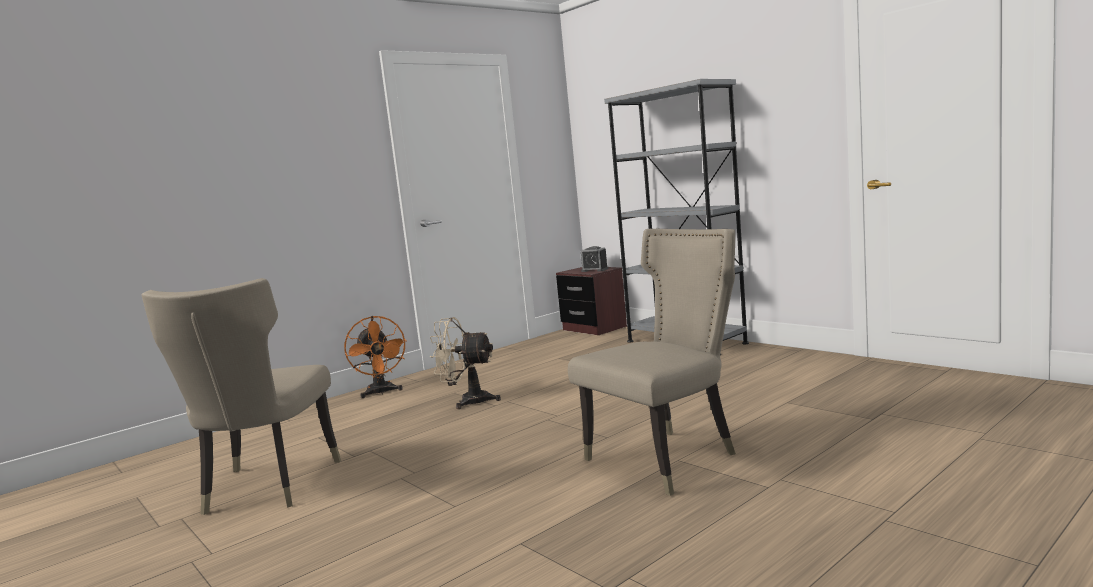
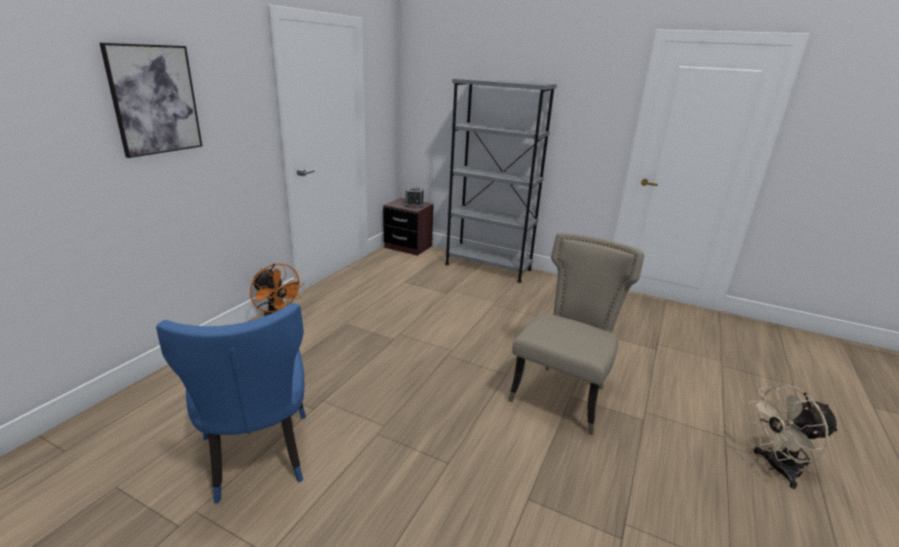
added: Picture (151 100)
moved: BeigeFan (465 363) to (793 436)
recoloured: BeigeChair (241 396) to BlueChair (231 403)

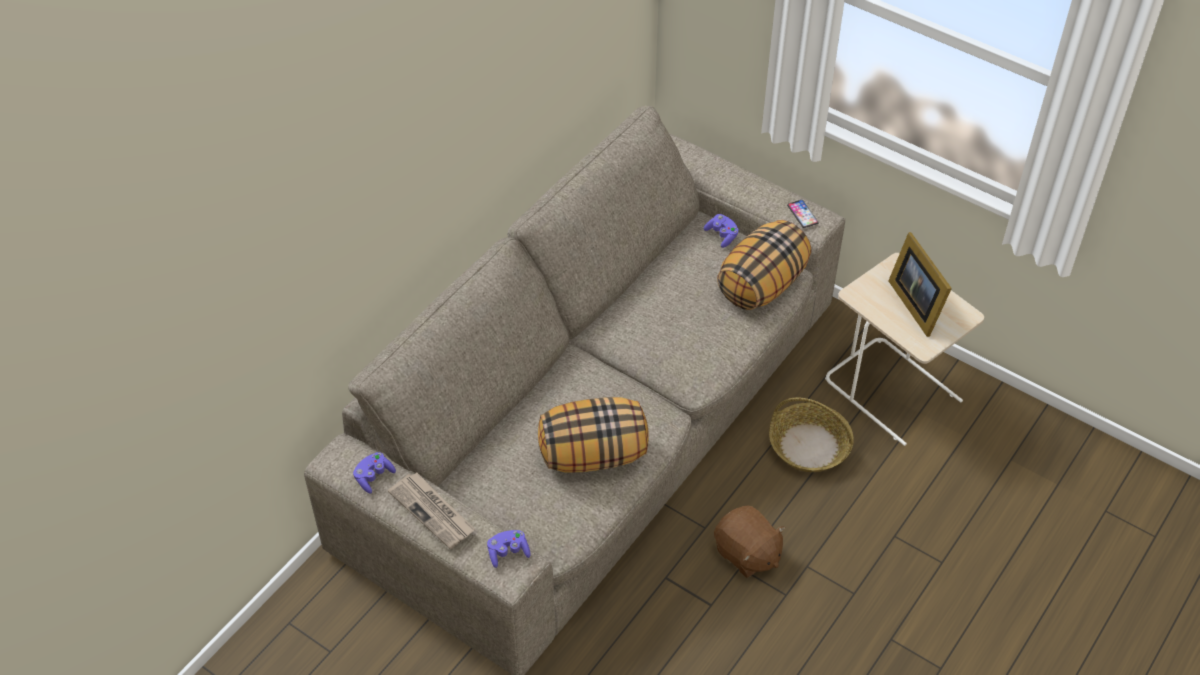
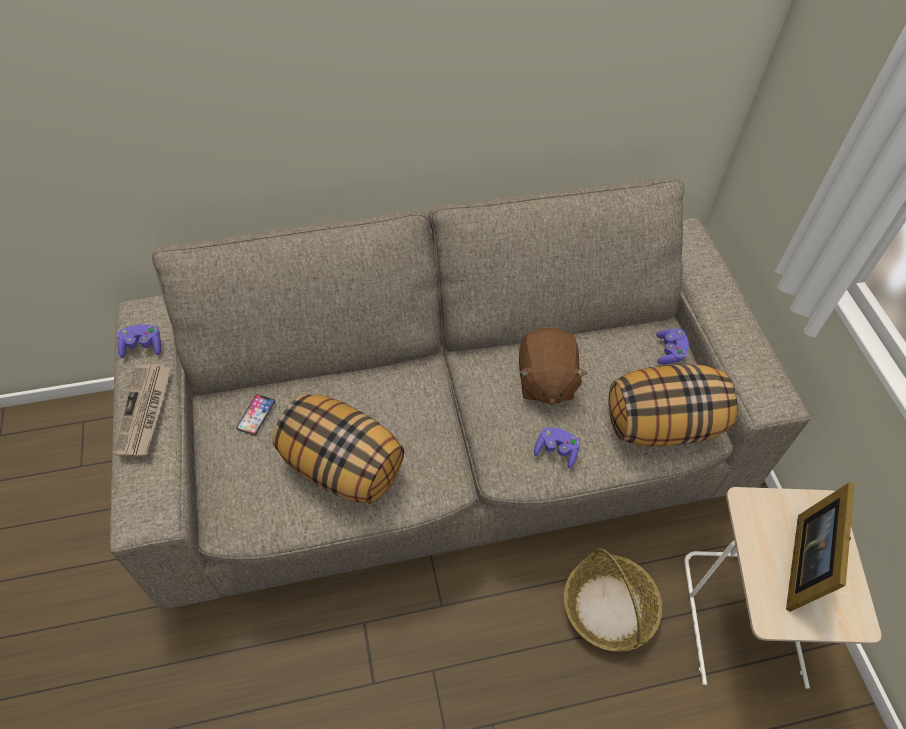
moved: PurpleGameController (508 549) to (557 448); BrownPlushToy (749 541) to (553 367); Phone (803 214) to (255 414)

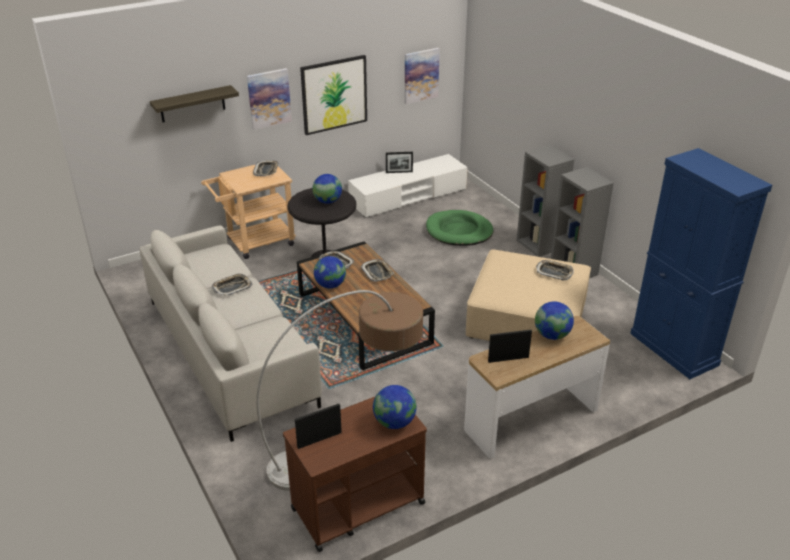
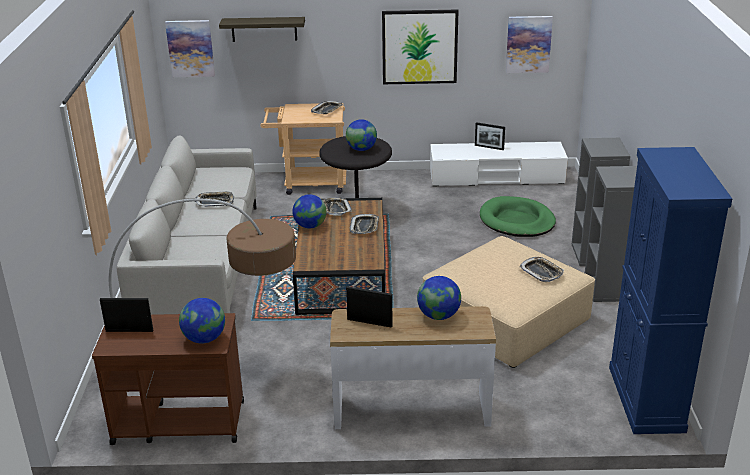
moved: Picture (269 99) to (190 48)

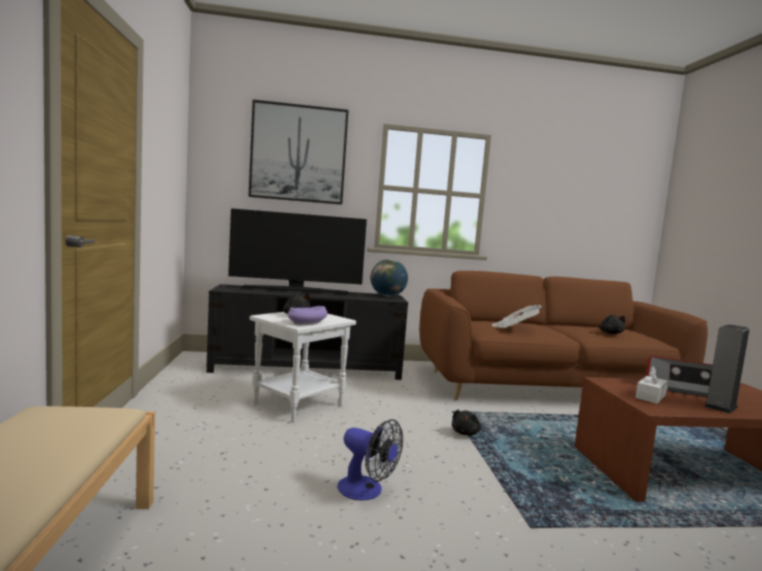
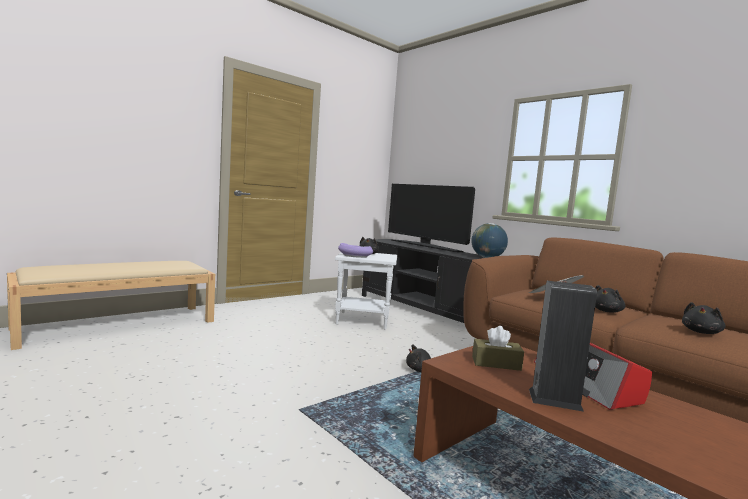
removed: Picture (298 152); Fan (370 459)
added: BlackPlushToy (610 298)
recoloured: WhiteTissueBox (651 385) to BrownTissueBox (498 348)

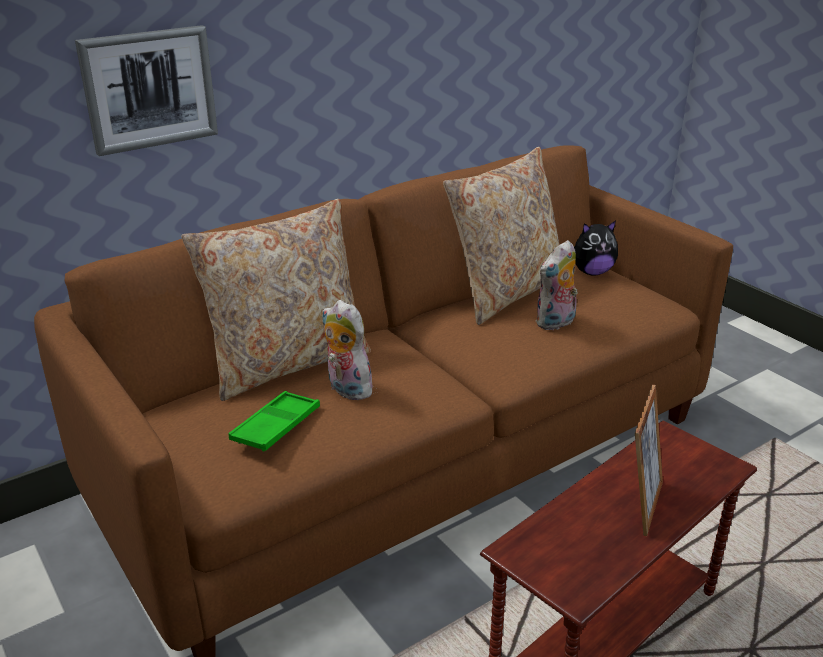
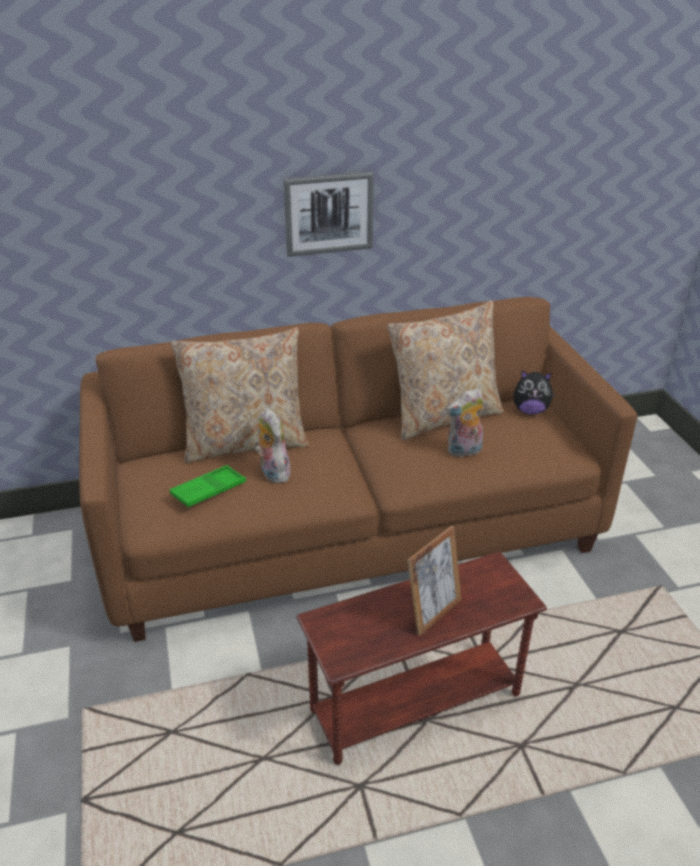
moved: Picture (146 90) to (328 214)

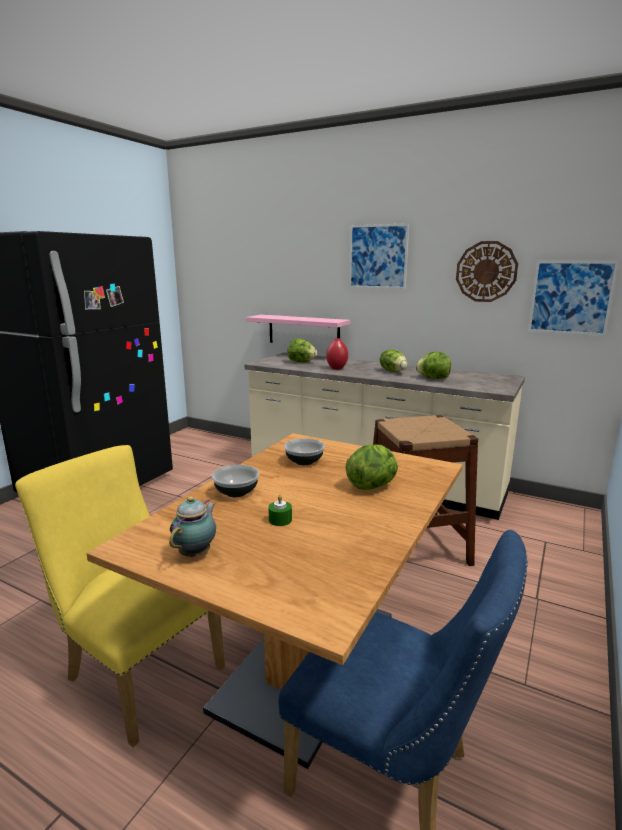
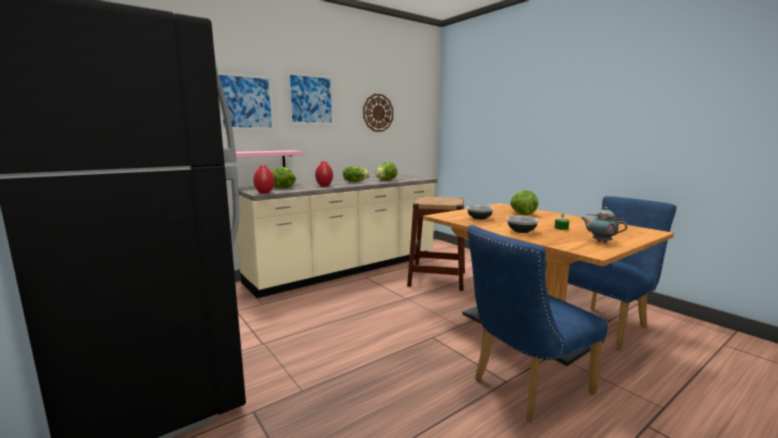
added: RedVase (264 179)
moved: Picture (573 298) to (246 101)
recoloured: YellowChair (120 596) to BlueChair (537 323)

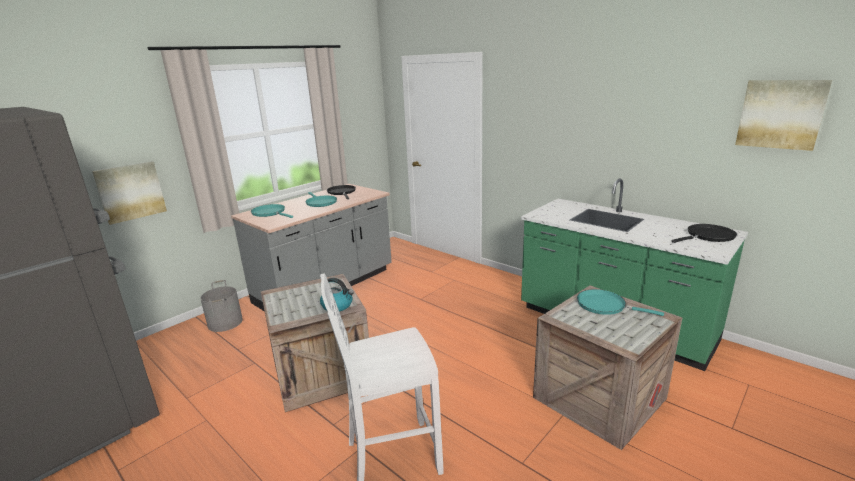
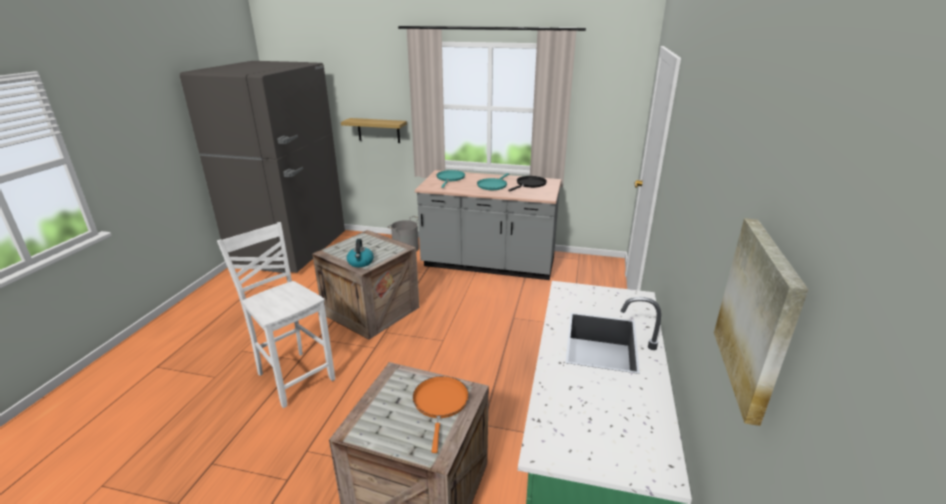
removed: BlackFryingPan (704 233)
replaced: Picture (129 193) to Shelf (374 130)
recoloured: TurquoiseFryingPan (620 302) to OrangeFryingPan (441 414)

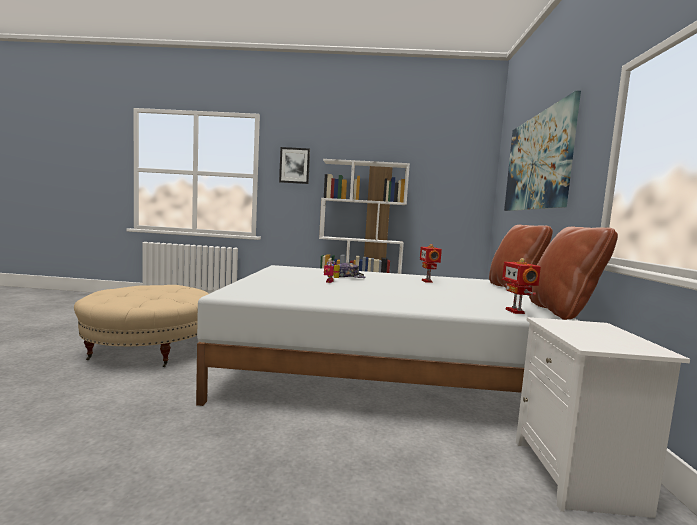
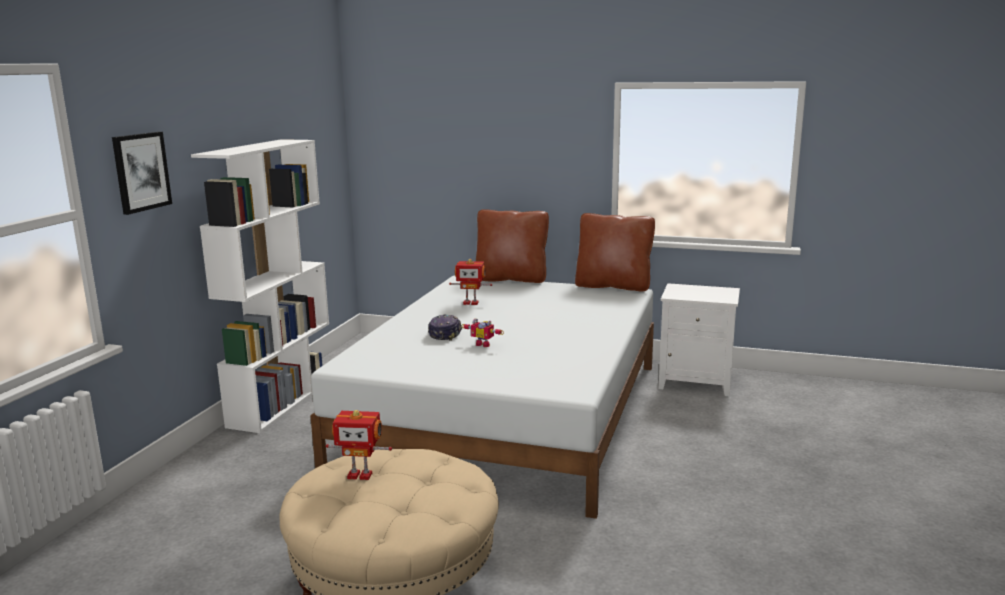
removed: Picture (542 151)
moved: ToyRobot (521 286) to (359 445)

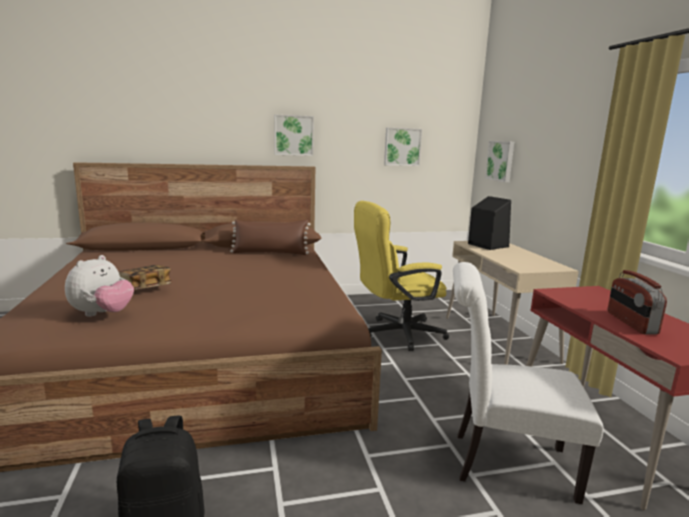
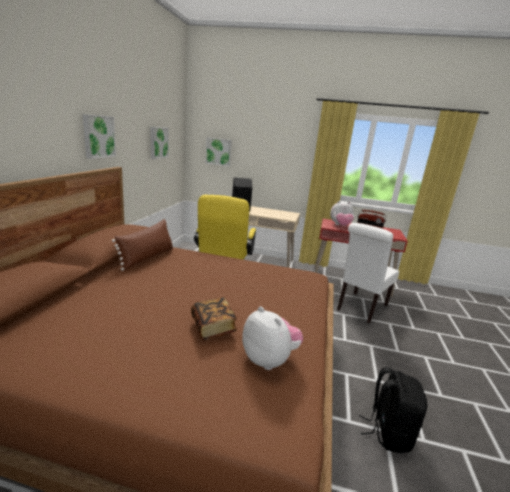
added: PlushToy (342 213)

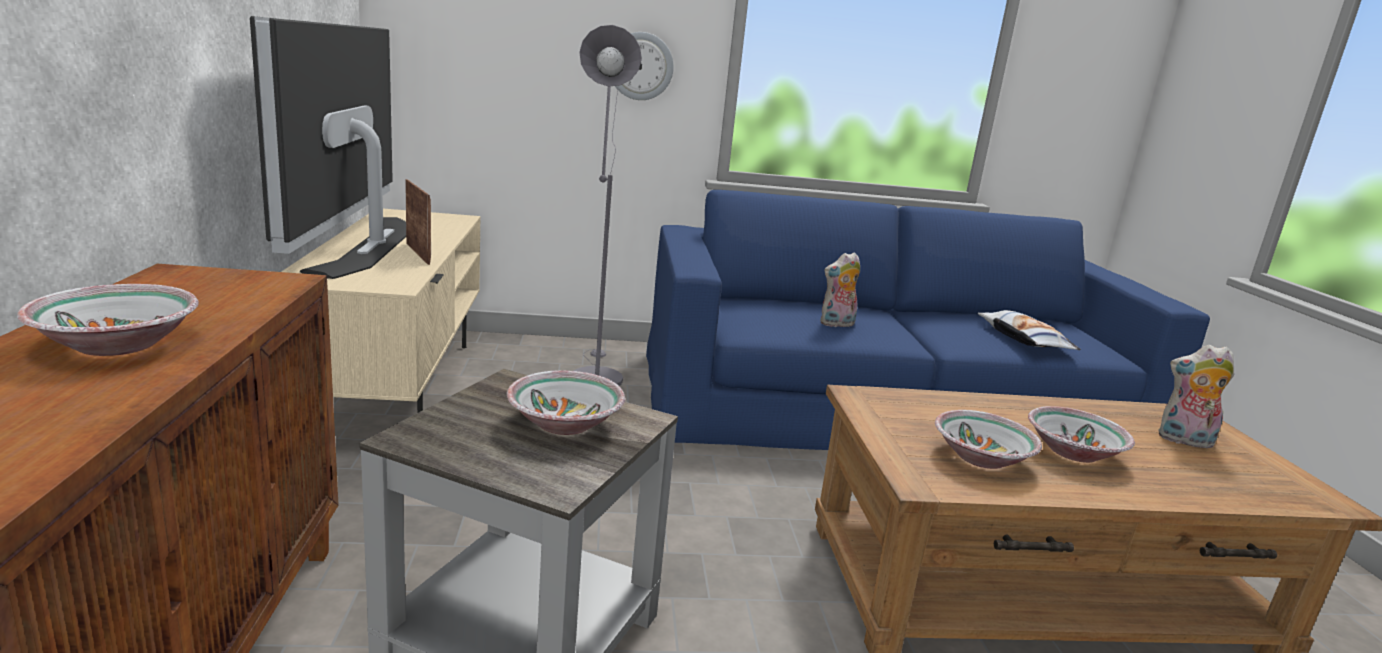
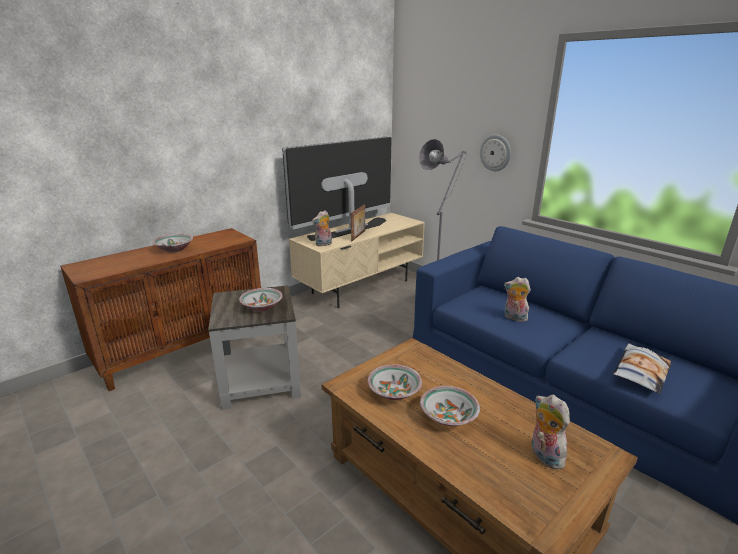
added: PlushToy (322 228)

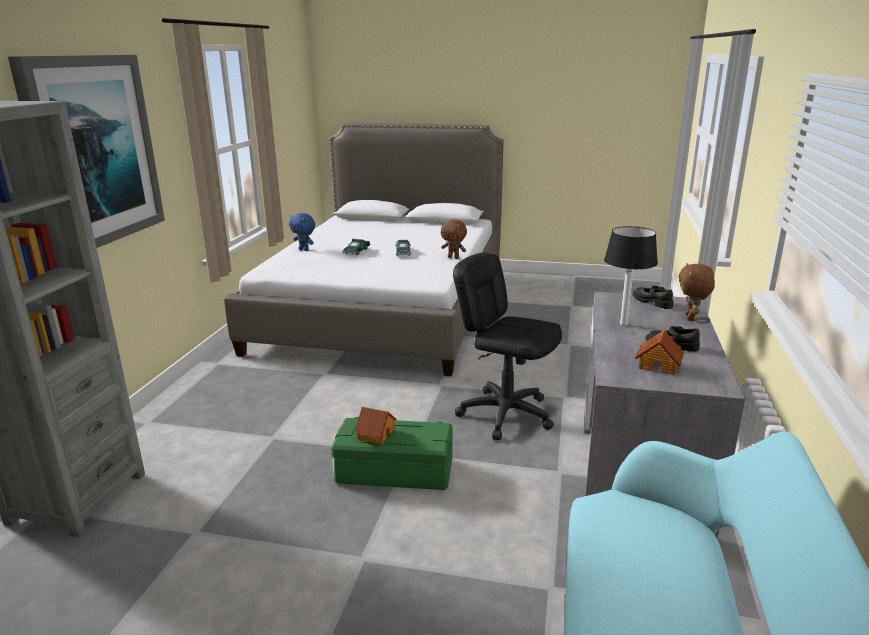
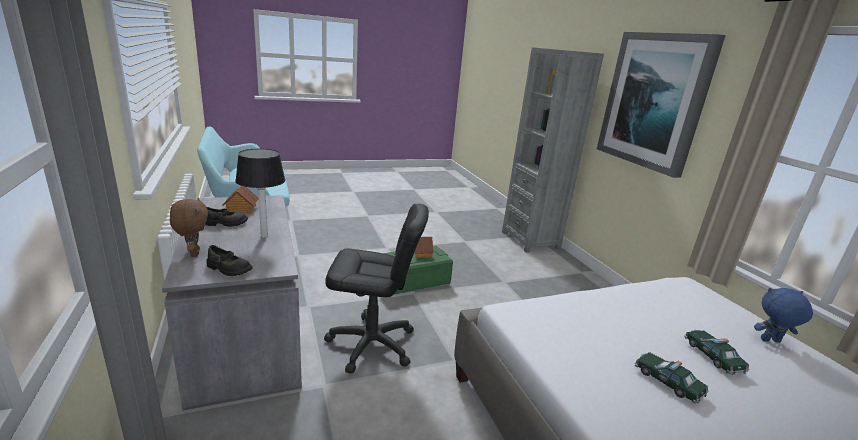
removed: BrownPlushToy (454 239)

